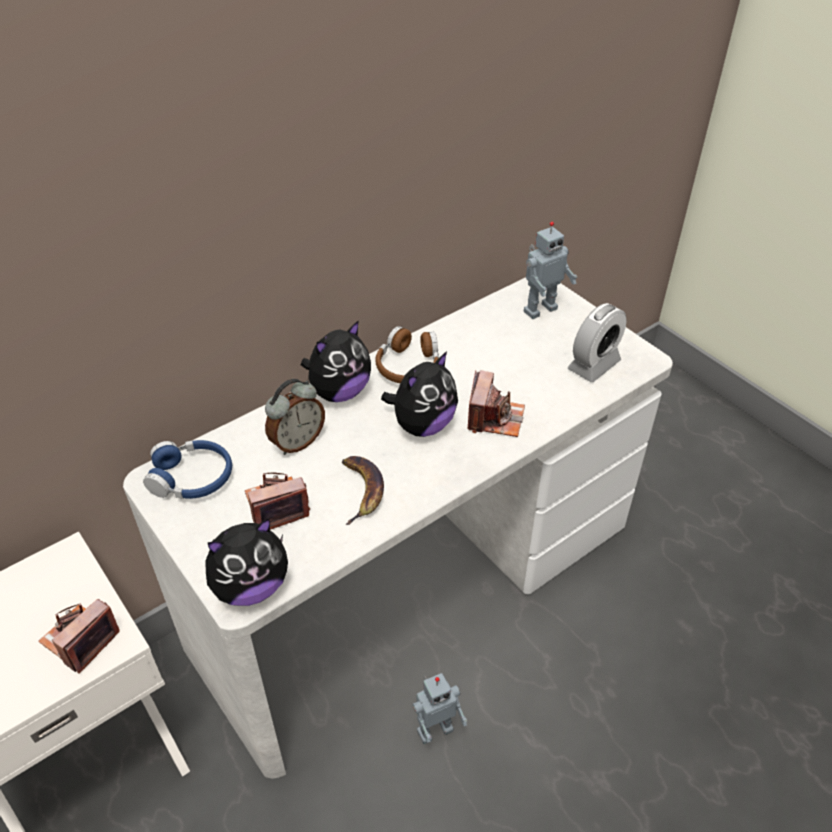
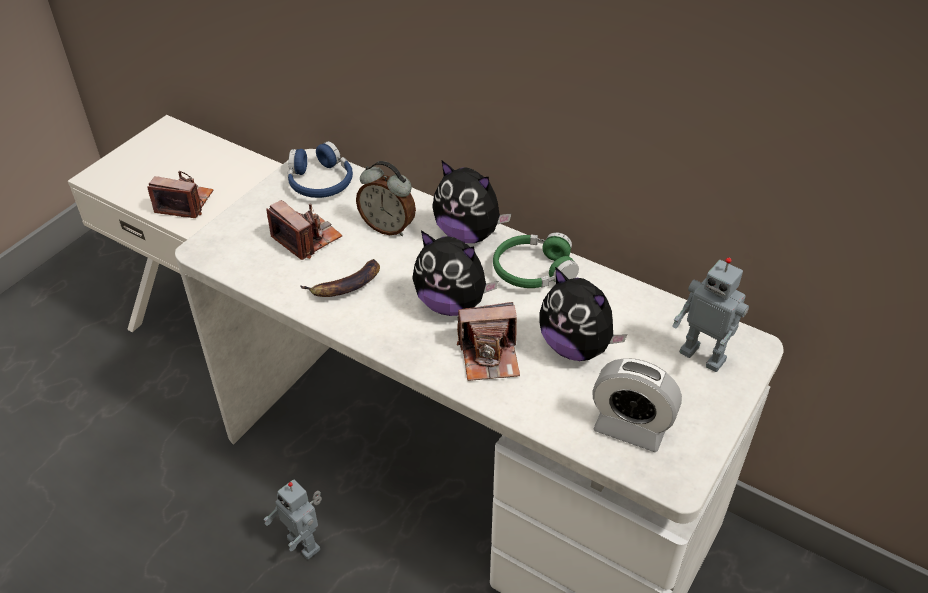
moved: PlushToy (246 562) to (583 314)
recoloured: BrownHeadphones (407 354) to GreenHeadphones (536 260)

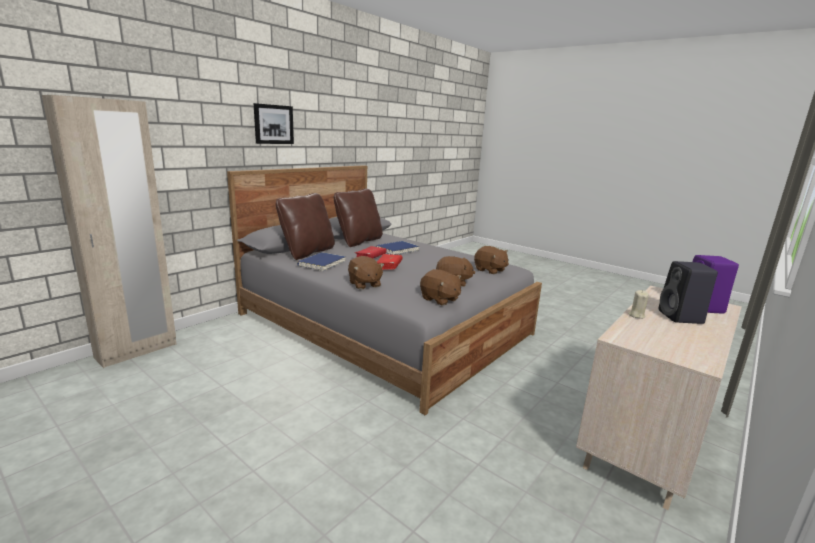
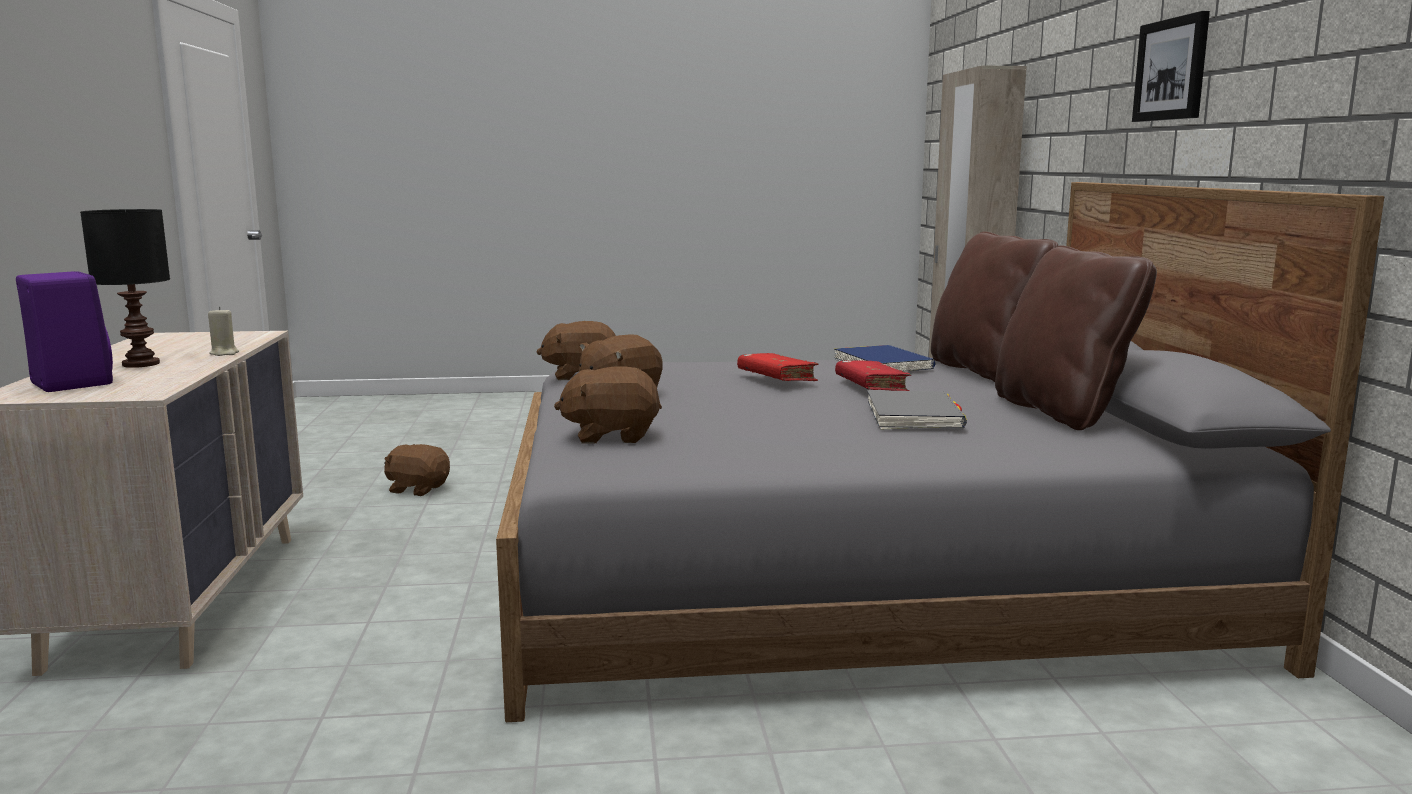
moved: BrownPlushToy (366 273) to (417 470)
replaced: BlackSpeaker (688 292) to BlackTableLamp (125 288)
recoloured: BlueBook (398 248) to GreyBook (917 410)

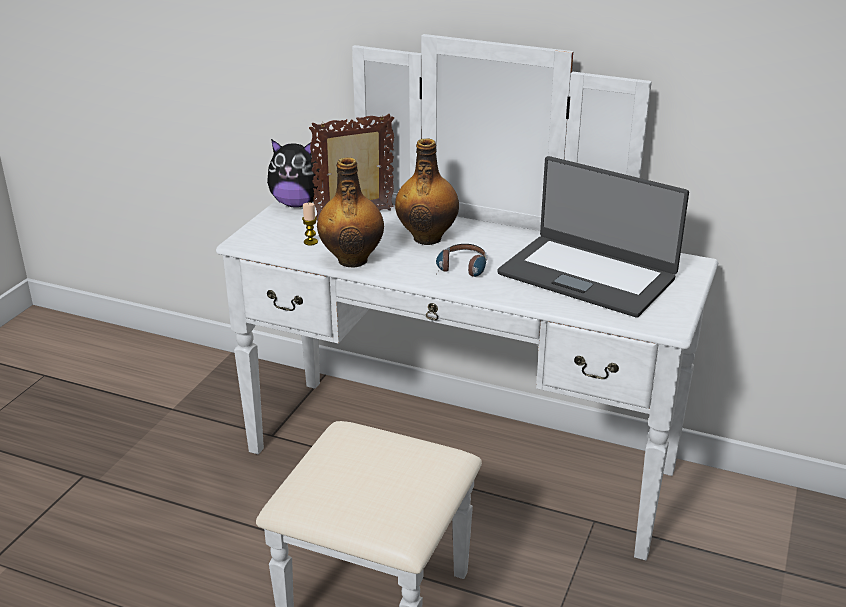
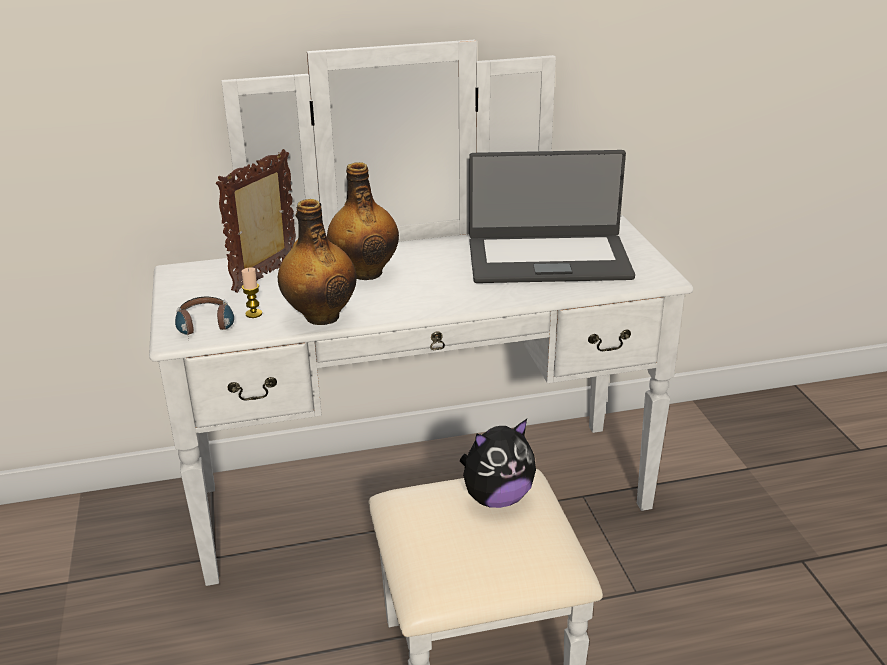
moved: PlushToy (295 173) to (498 463); Headphones (461 260) to (204 318)

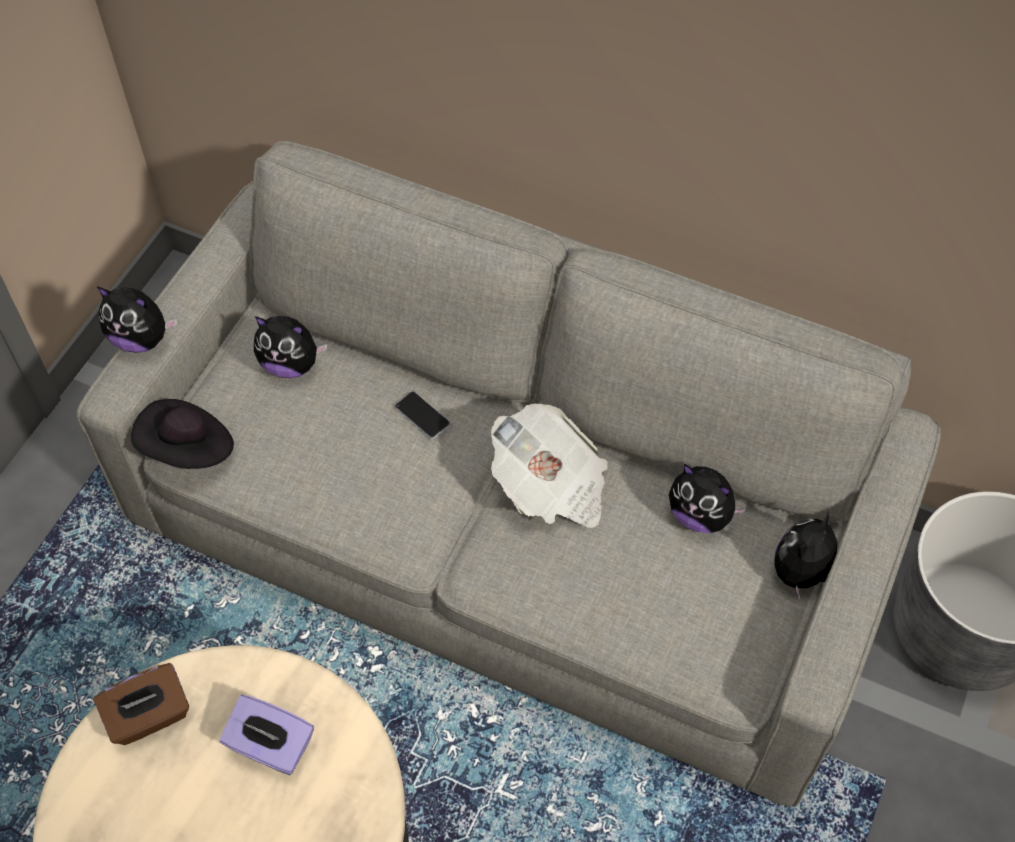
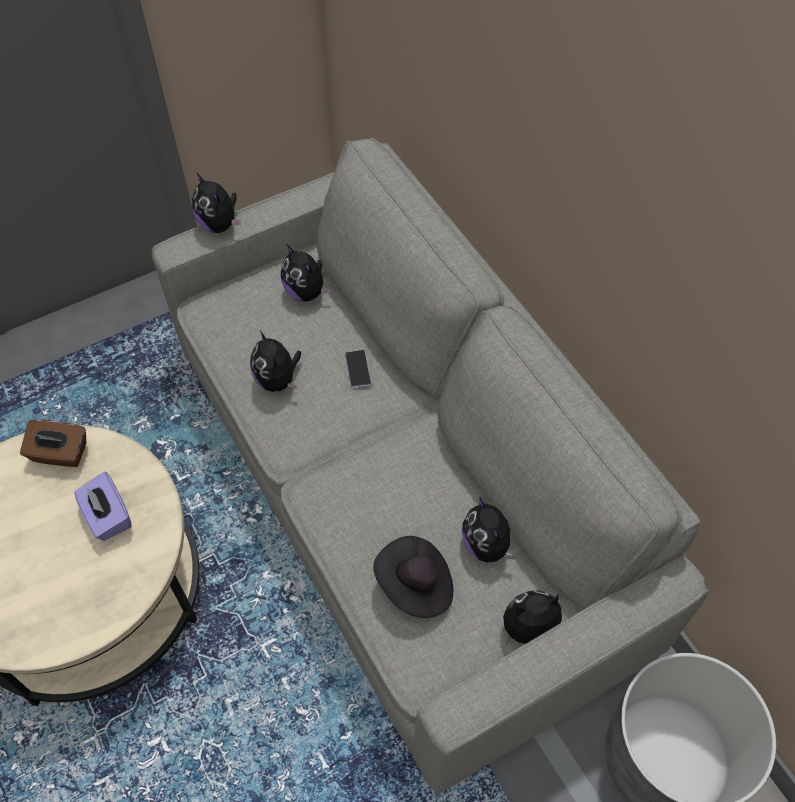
removed: Newspaper (549 466)
added: PlushToy (275 361)
moved: BlackHat (182 434) to (413 577)

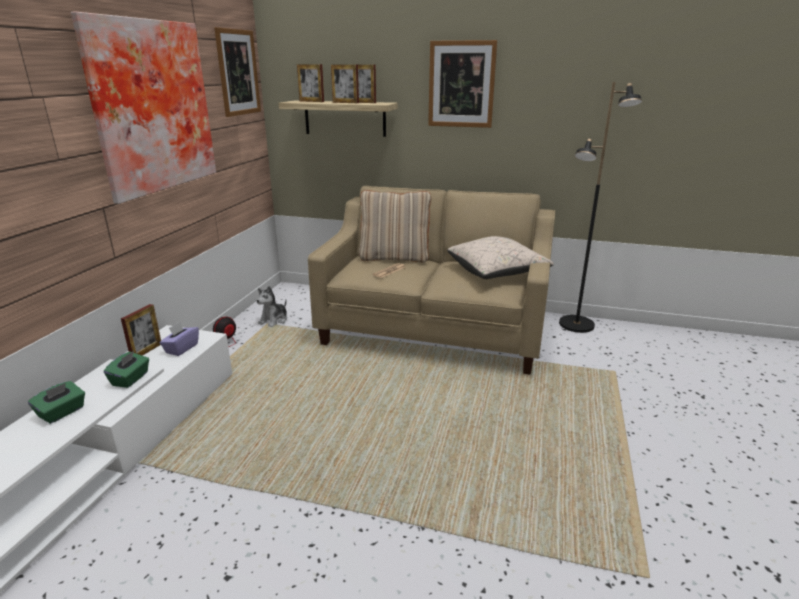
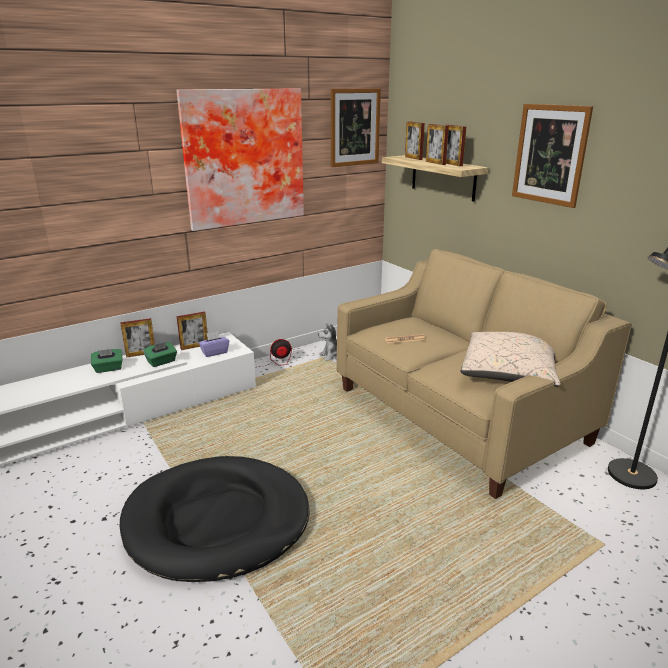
removed: BeigePillow (395 226)
added: PictureFrame (137 338); BlackDogBed (214 519)

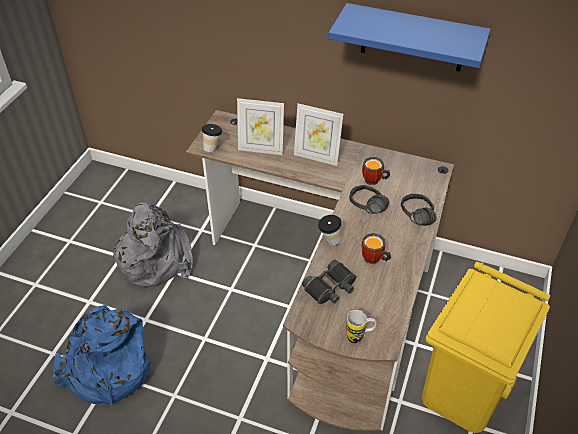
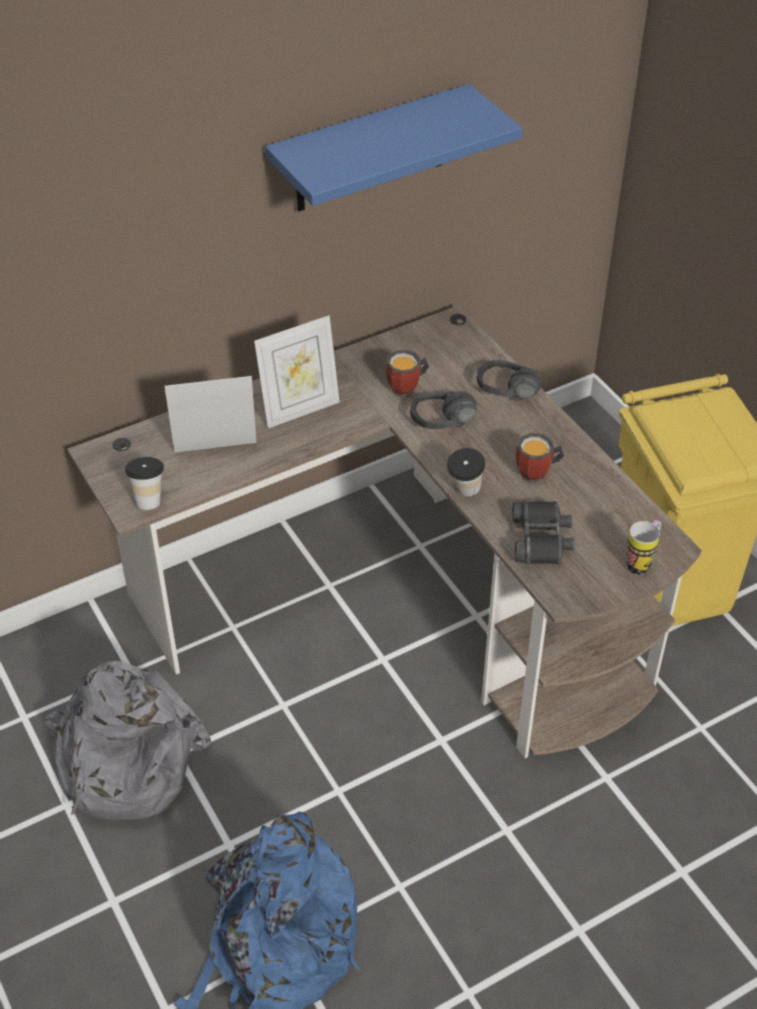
turned: PictureFrame (260 126) = (210 414) 150 degrees counterclockwise

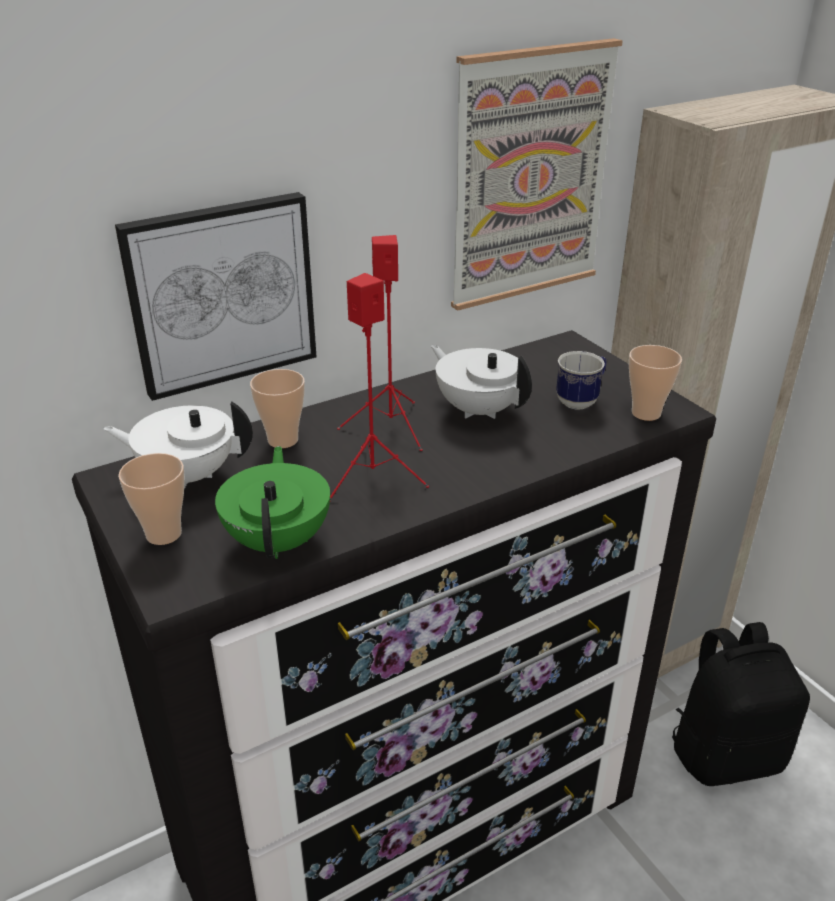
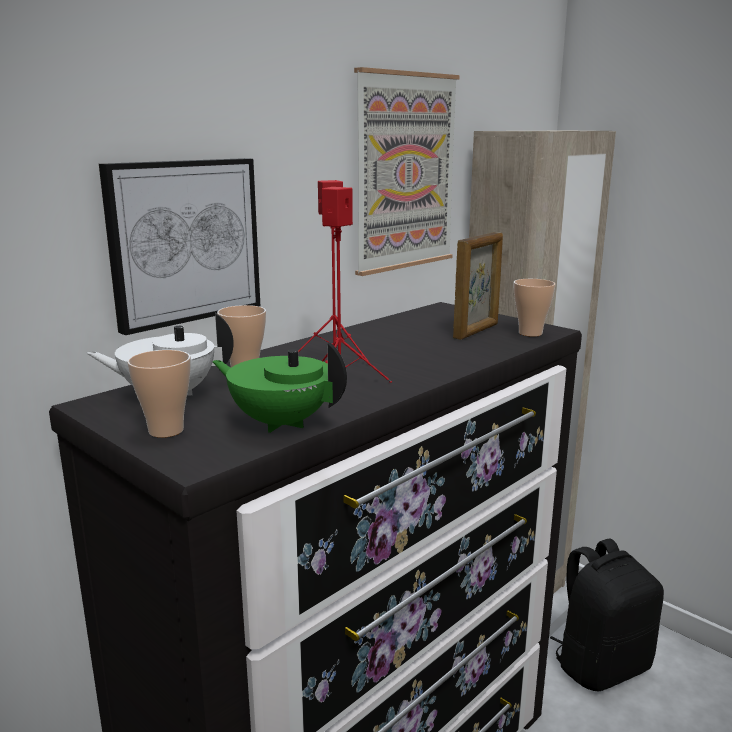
removed: WhiteTeapot (481 382)
replaced: Mug (581 380) to PictureFrame (478 286)
turned: GreenTeapot (272 502) = (279 387) 45 degrees counterclockwise

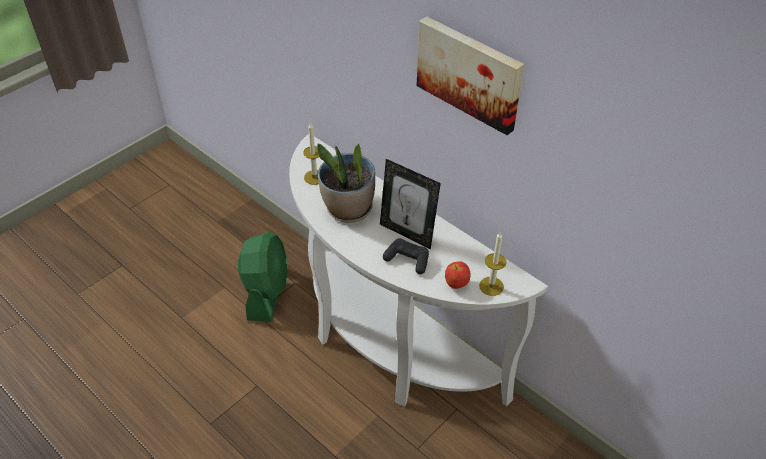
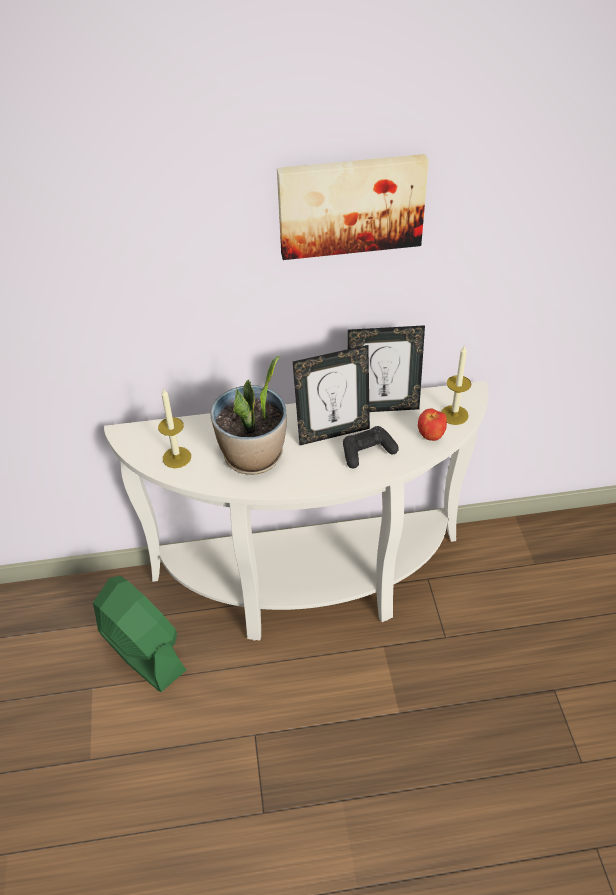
added: PictureFrame (386 368)

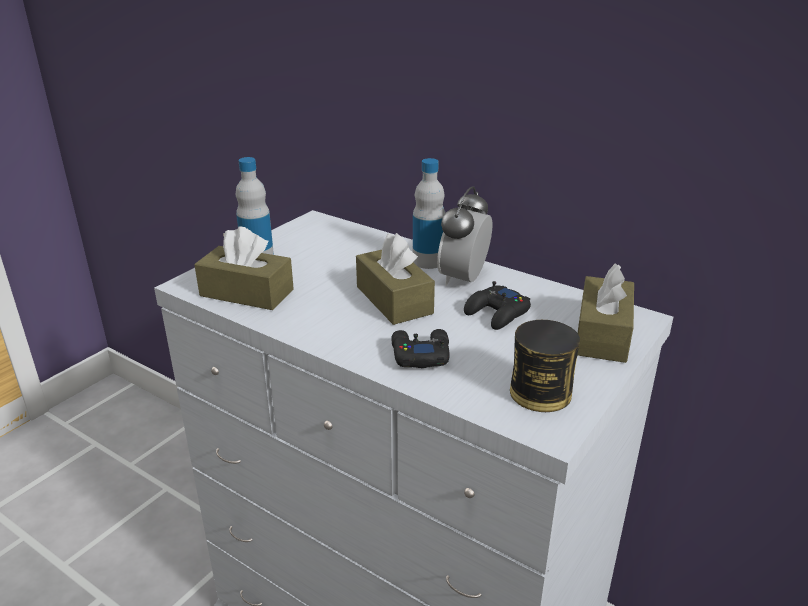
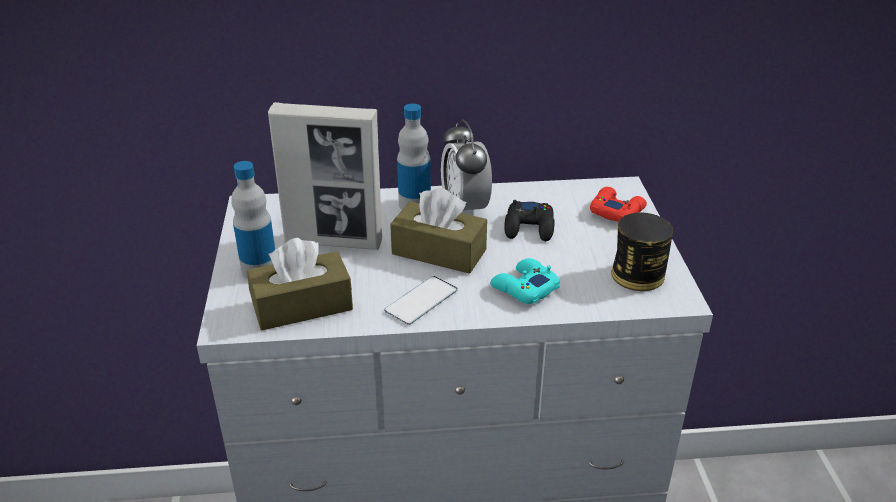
added: PictureFrame (325 176); Phone (421 300)
replaced: BrownTissueBox (605 313) to RedGameController (618 204)
recoloured: BlackGameController (420 348) to TurquoiseGameController (525 281)

